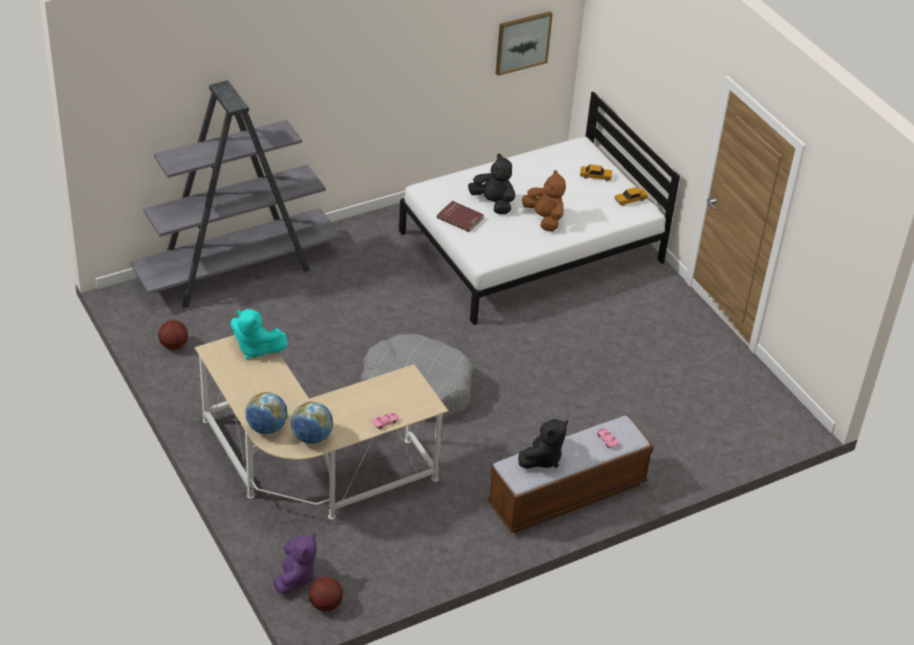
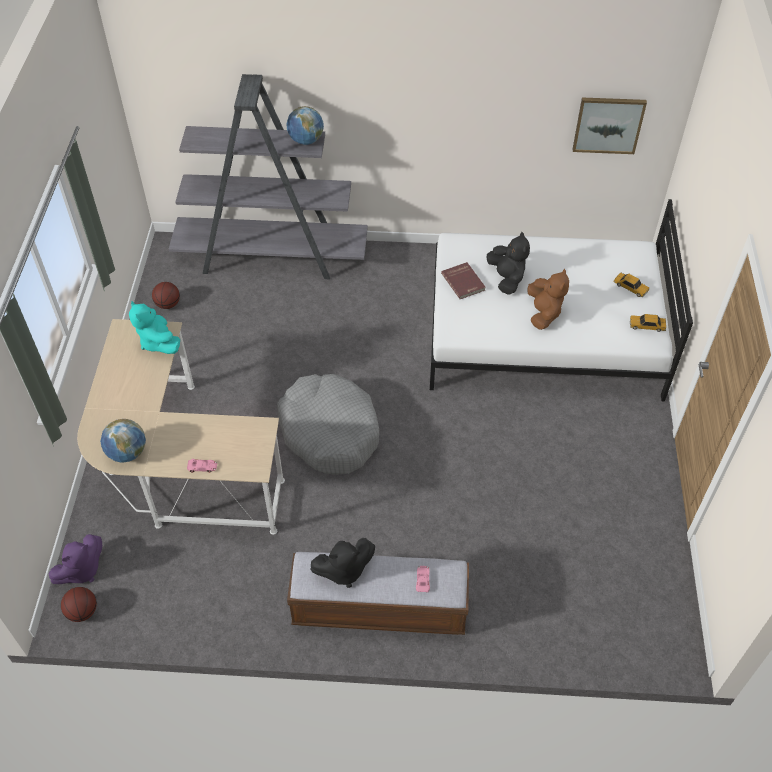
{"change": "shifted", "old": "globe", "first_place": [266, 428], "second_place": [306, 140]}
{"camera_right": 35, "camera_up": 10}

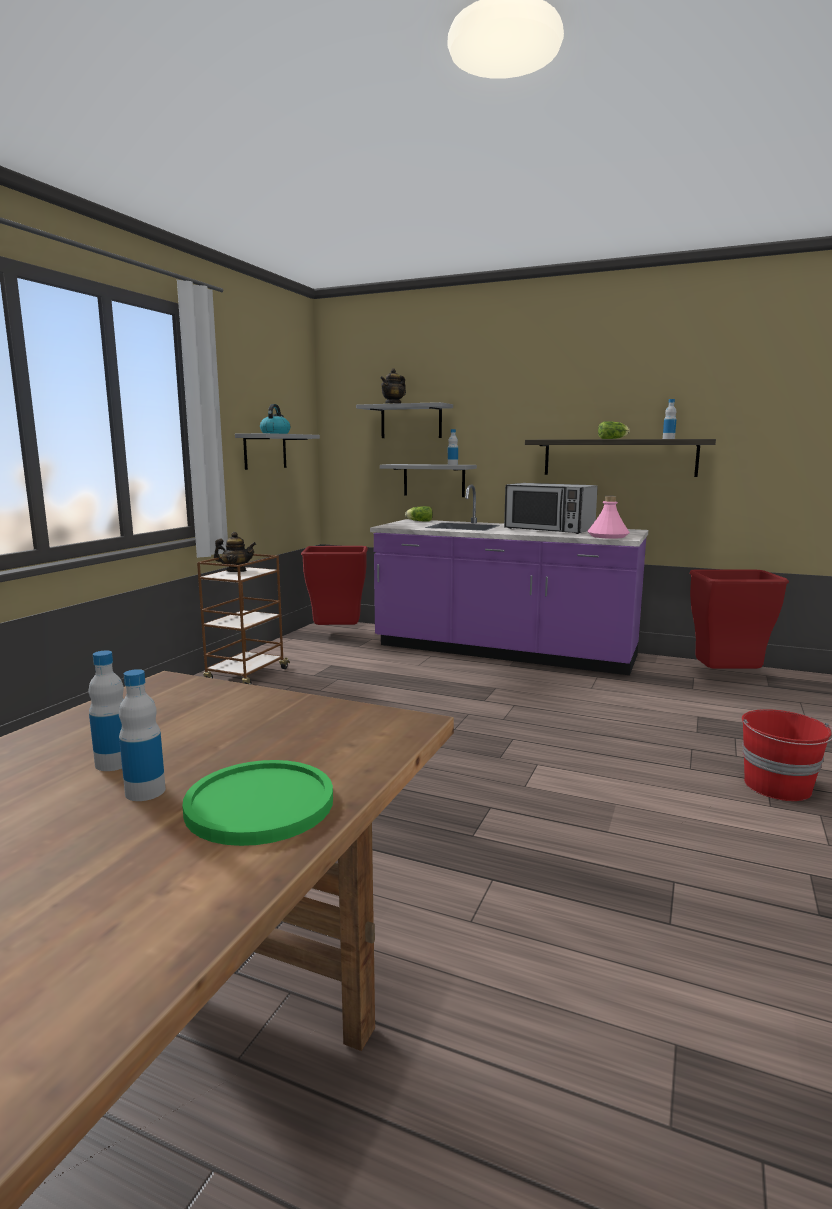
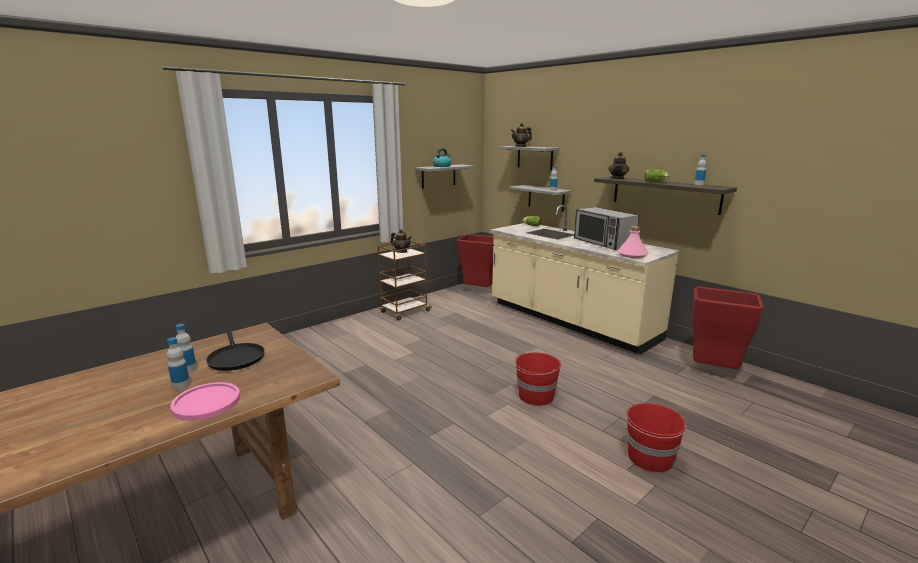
{"change": "new", "new": "poêle (noir)", "second_place": [236, 358]}
{"change": "new", "new": "seau (rouge)", "second_place": [535, 396]}
{"change": "new", "new": "théière", "second_place": [618, 178]}
{"change": "repainted", "old": "assiette (vert)", "new": "assiette (rose)", "first_place": [260, 804], "second_place": [206, 402]}
{"change": "repainted", "old": "comptoir de cuisine (violet)", "new": "comptoir de cuisine (beige)", "first_place": [503, 652], "second_place": [570, 321]}
{"camera_right": 25, "camera_up": 5}

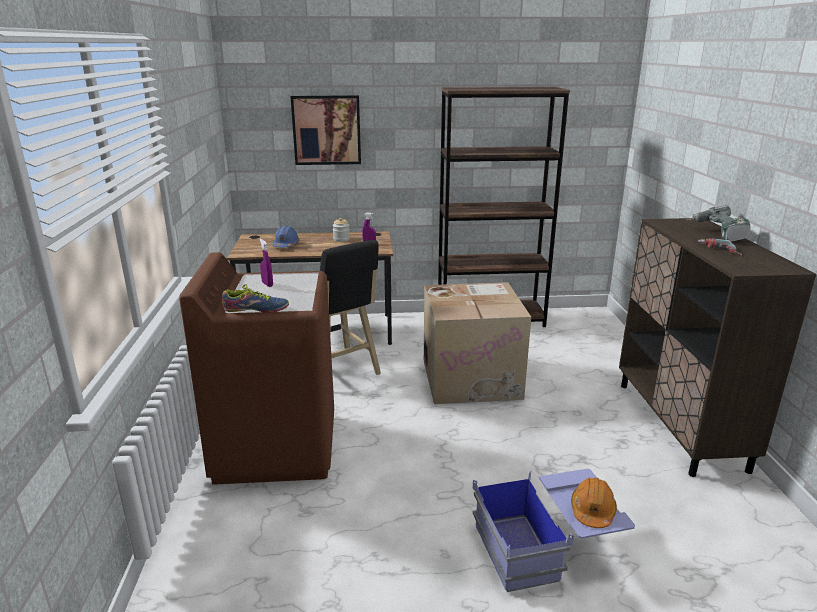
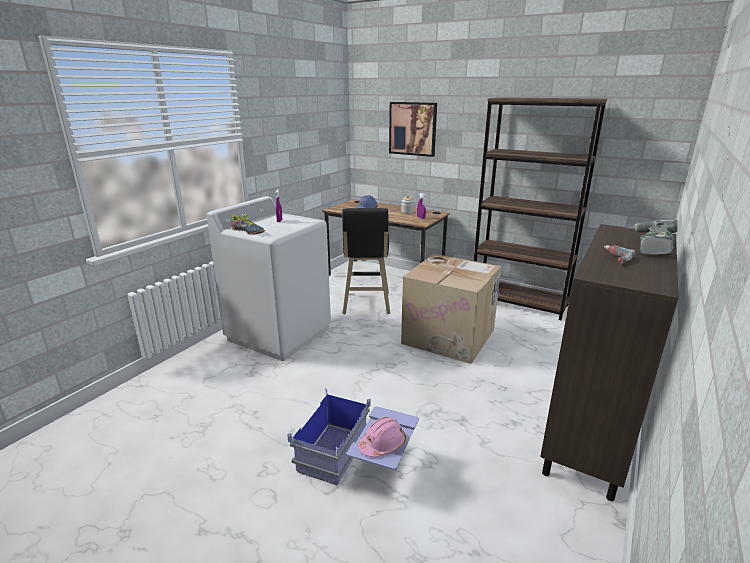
{"change": "repainted", "old": "lave-linge (marron)", "new": "lave-linge (blanc)", "first_place": [276, 446], "second_place": [279, 333]}
{"change": "repainted", "old": "casque de chantier (orange)", "new": "casque de chantier (rose)", "first_place": [592, 511], "second_place": [382, 444]}
{"camera_right": 35, "camera_up": 0}

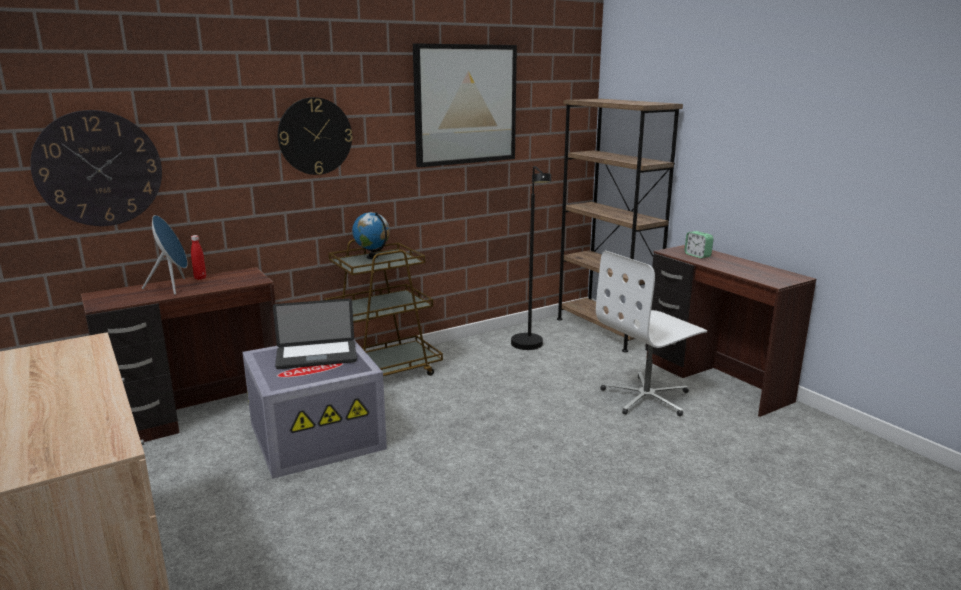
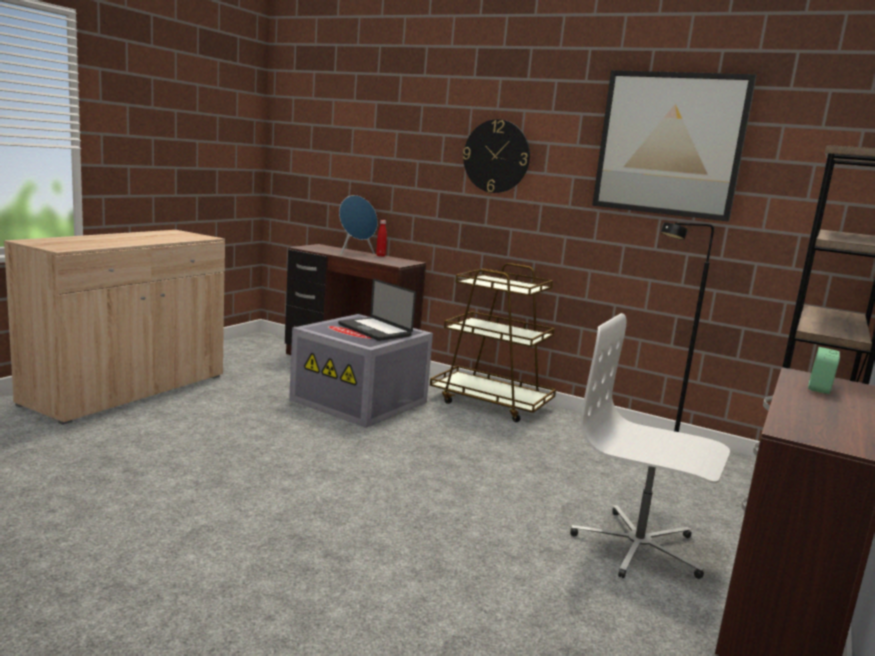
{"change": "gone", "old": "horloge murale", "first_place": [99, 169]}
{"change": "gone", "old": "globe", "first_place": [372, 257]}
{"camera_right": 60, "camera_up": -5}

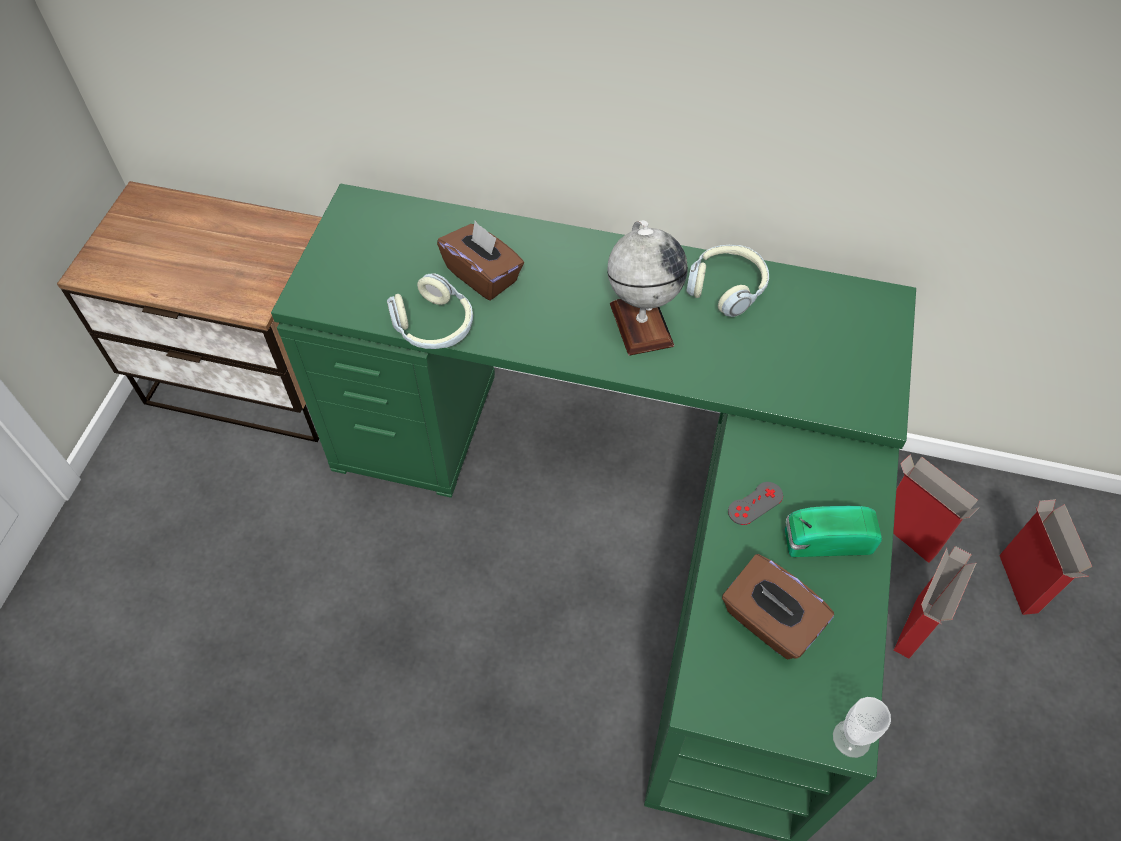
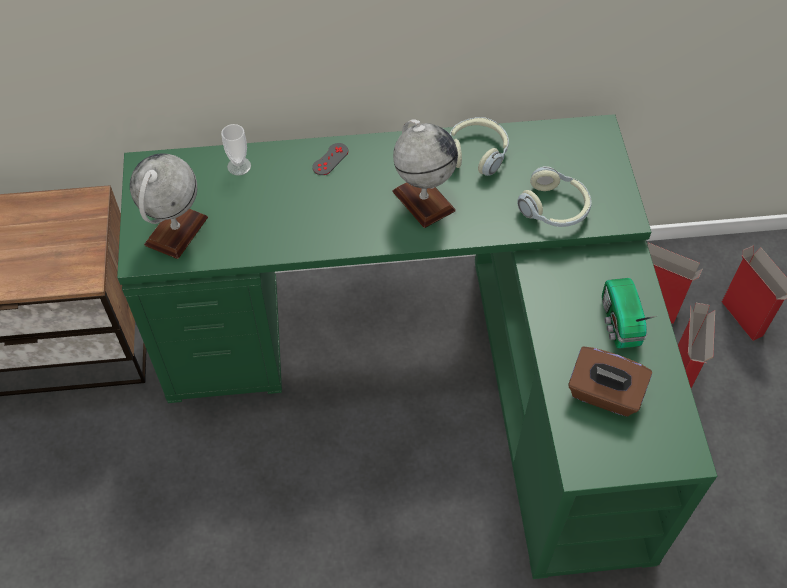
{"change": "gone", "old": "boîte à mouchoirs (marron)", "first_place": [483, 275]}
{"change": "new", "new": "globe", "second_place": [176, 231]}
{"change": "shifted", "old": "casque audio", "first_place": [434, 326], "second_place": [554, 208]}
{"change": "shifted", "old": "manette (gris)", "first_place": [755, 503], "second_place": [330, 159]}
{"change": "shifted", "old": "tasse", "first_place": [851, 738], "second_place": [239, 166]}
{"change": "rotated", "old": "radio", "first_place": [824, 540], "second_place": [619, 323], "degrees": -75}
{"camera_right": -20, "camera_up": 0}

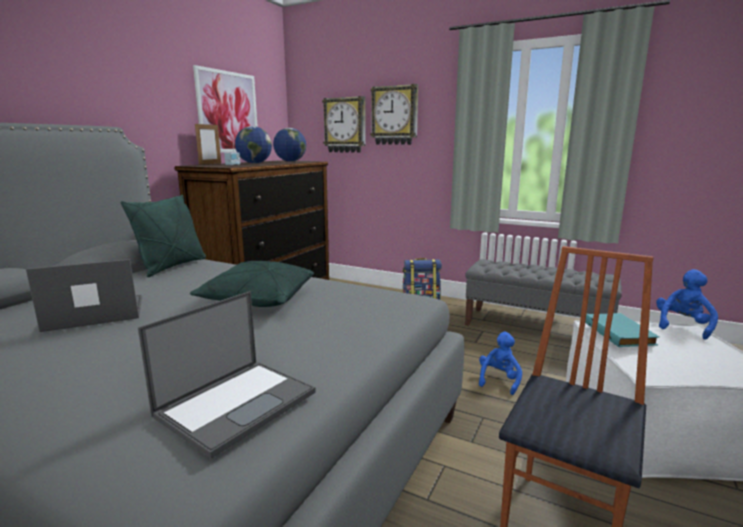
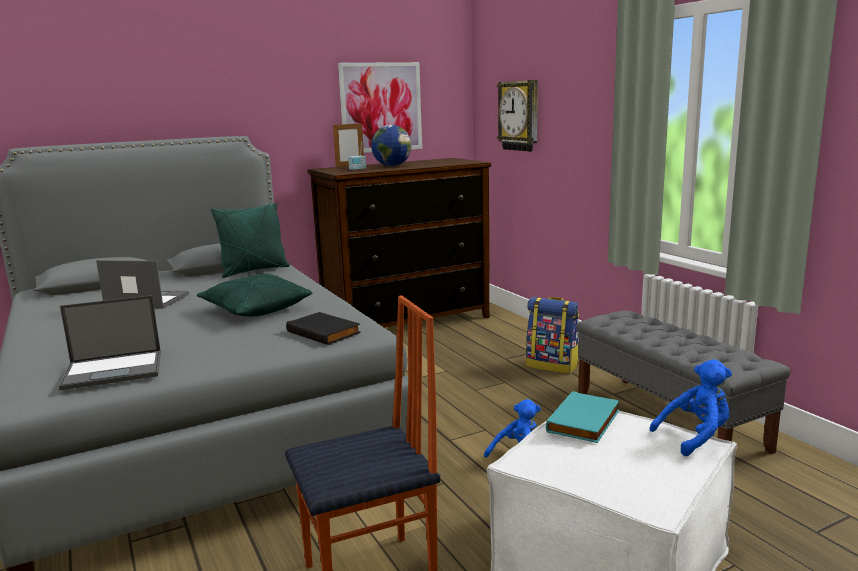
{"change": "gone", "old": "globe", "first_place": [290, 161]}
{"change": "gone", "old": "horloge murale", "first_place": [395, 115]}
{"change": "new", "new": "livre (noir)", "second_place": [325, 332]}
{"camera_right": 35, "camera_up": 0}

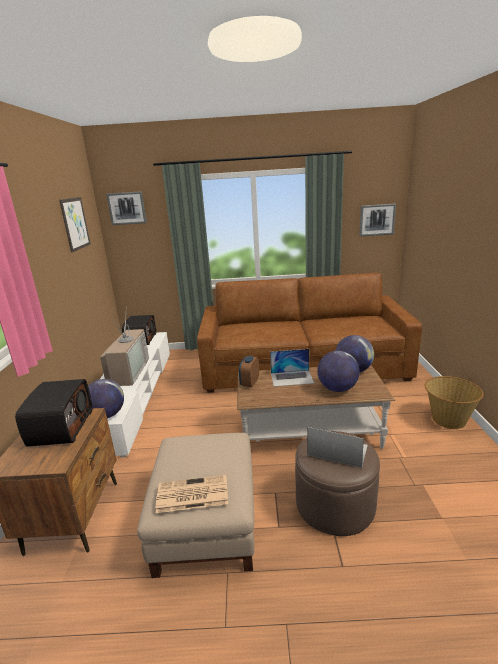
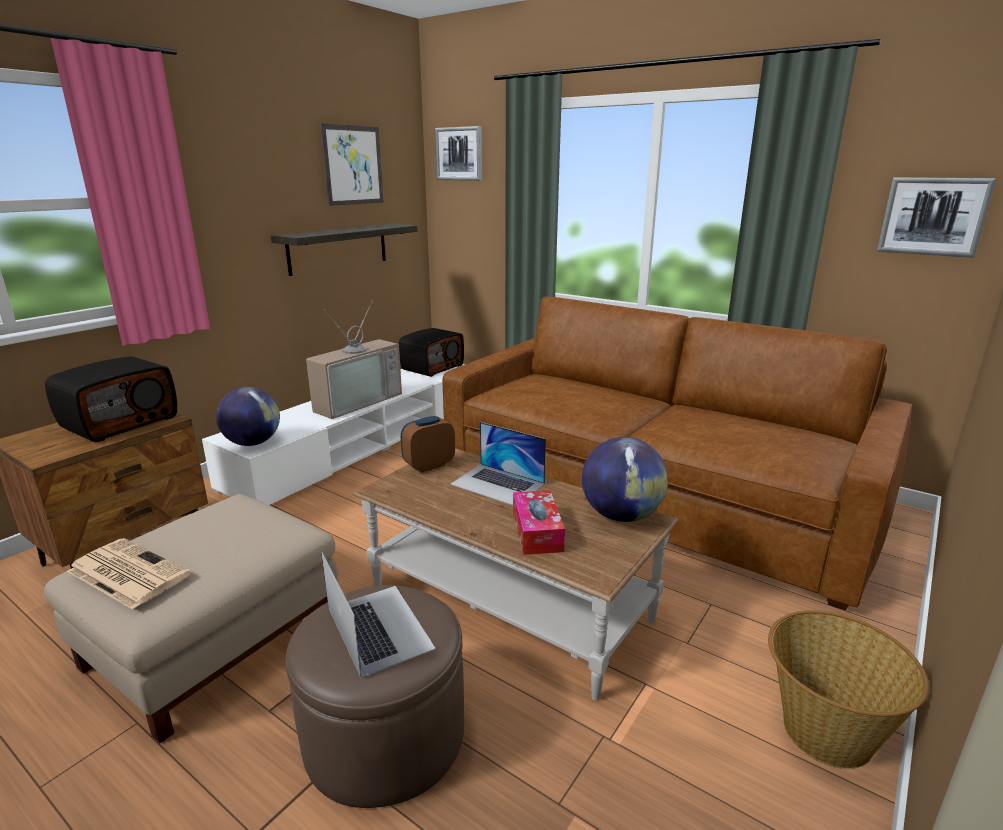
{"change": "new", "new": "étagère", "second_place": [338, 248]}
{"change": "swapped", "old": "globe", "new": "boîte à mouchoirs", "first_place": [337, 389], "second_place": [537, 532]}
{"camera_right": 35, "camera_up": 0}

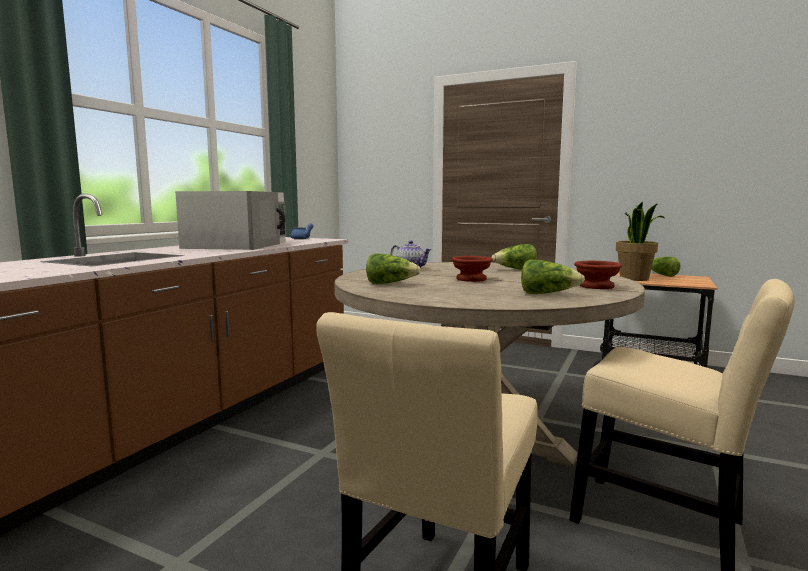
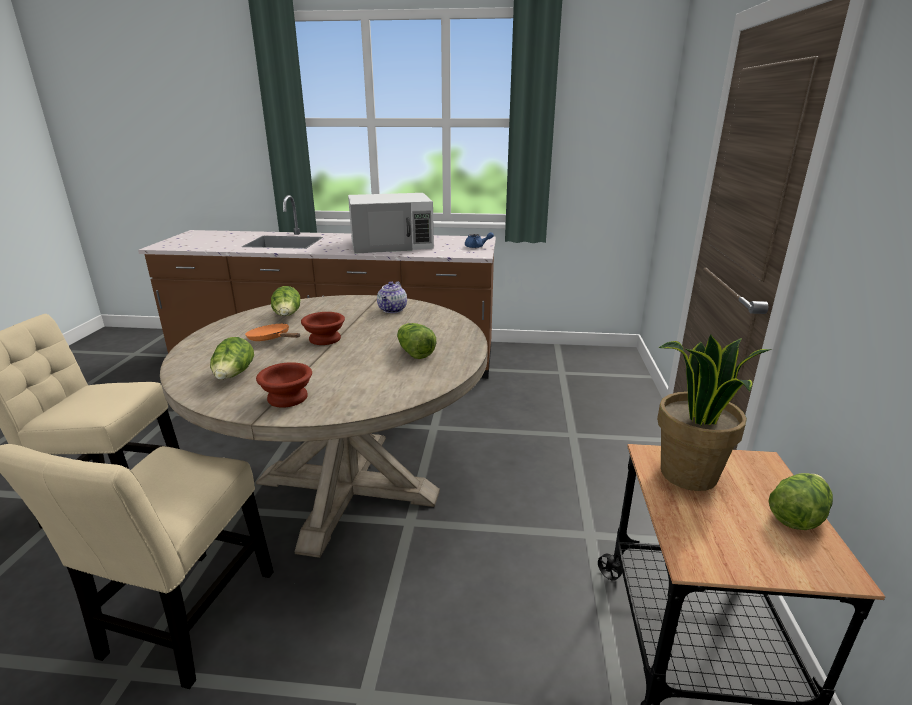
{"change": "new", "new": "poêle (orange)", "second_place": [272, 339]}
{"camera_right": 70, "camera_up": 15}

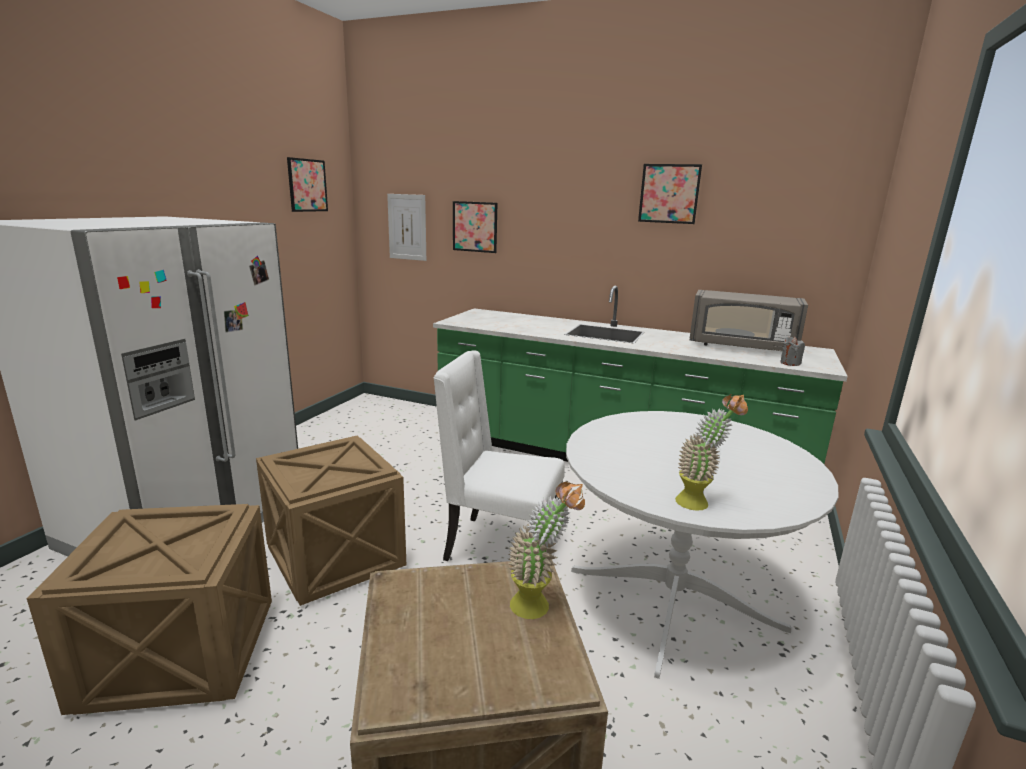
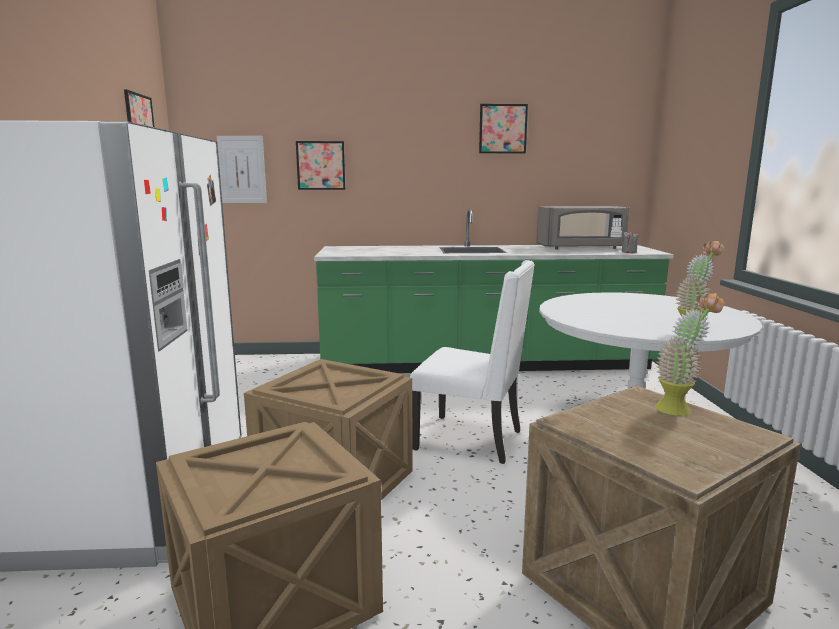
{"change": "rotated", "old": "chaise (blanc)", "first_place": [499, 547], "second_place": [471, 440], "degrees": -150}
{"camera_right": -25, "camera_up": -5}

